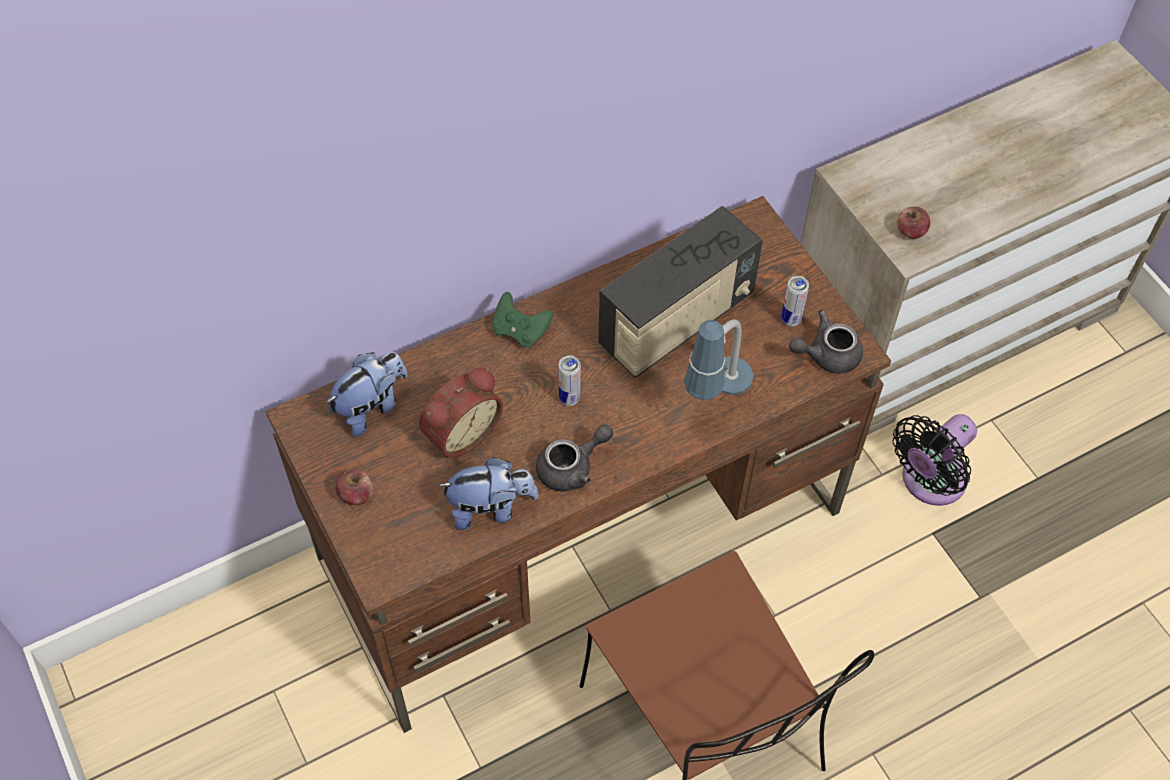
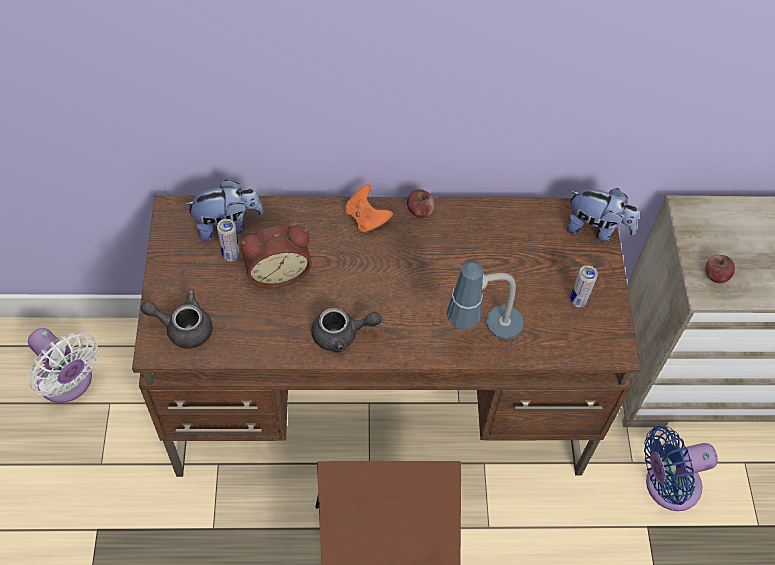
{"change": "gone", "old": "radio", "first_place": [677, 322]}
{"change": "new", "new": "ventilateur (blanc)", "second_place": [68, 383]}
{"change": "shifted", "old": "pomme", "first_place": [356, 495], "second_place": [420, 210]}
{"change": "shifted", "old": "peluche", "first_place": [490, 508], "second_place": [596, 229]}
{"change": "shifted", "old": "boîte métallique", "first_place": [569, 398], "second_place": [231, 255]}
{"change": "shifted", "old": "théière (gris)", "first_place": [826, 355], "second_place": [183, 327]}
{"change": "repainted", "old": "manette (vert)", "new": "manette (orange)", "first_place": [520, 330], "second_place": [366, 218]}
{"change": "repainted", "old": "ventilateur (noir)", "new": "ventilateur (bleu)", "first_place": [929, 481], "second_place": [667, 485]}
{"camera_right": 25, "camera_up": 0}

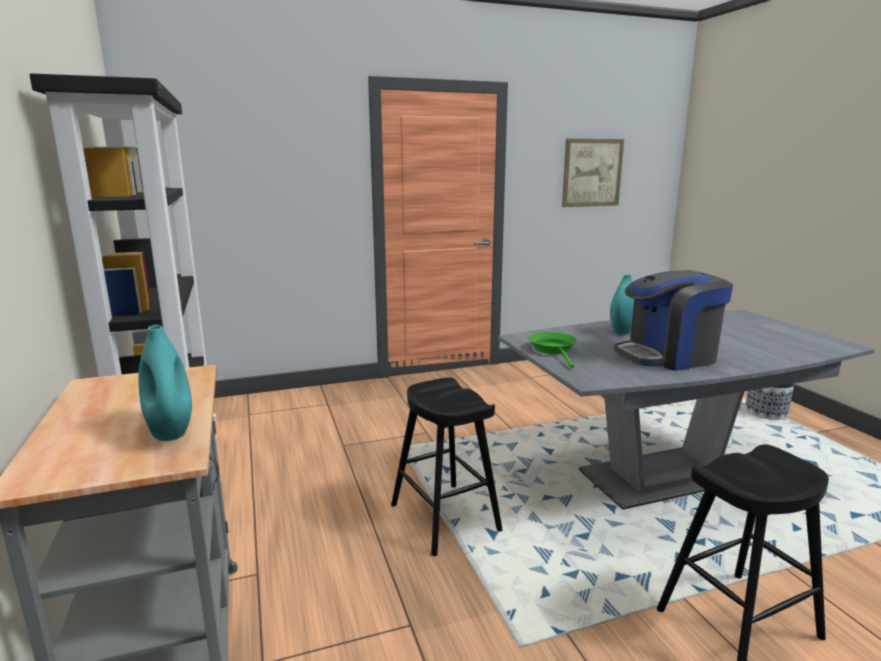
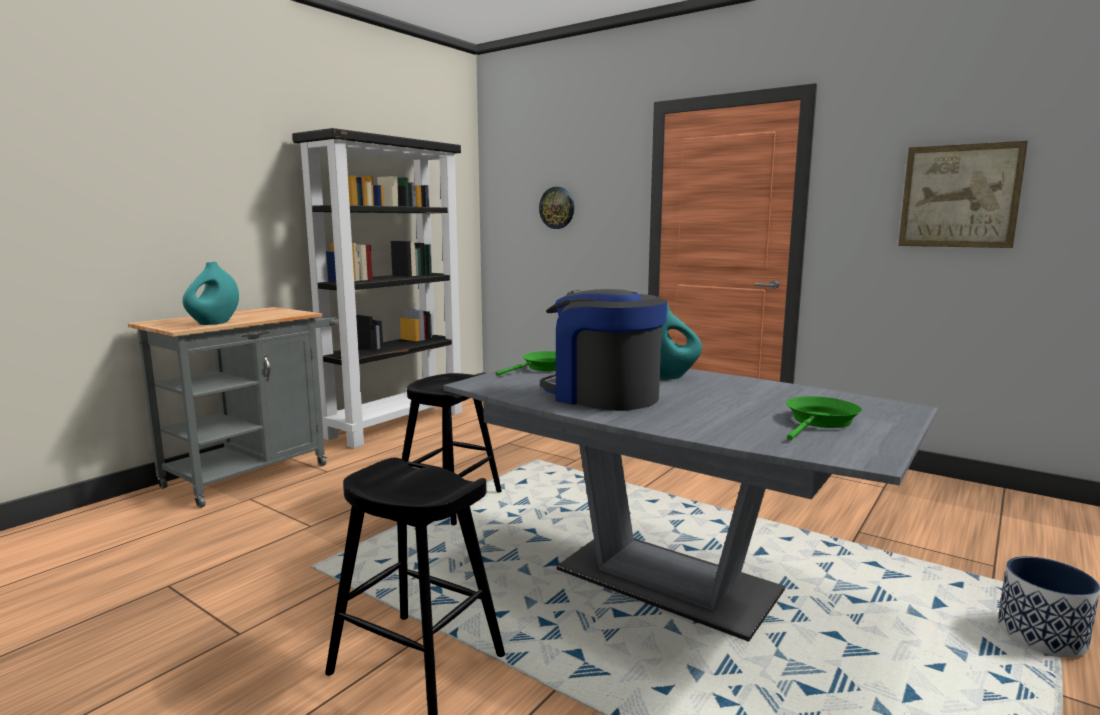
{"change": "new", "new": "horloge murale", "second_place": [557, 208]}
{"change": "new", "new": "poêle (vert)", "second_place": [820, 422]}
{"camera_right": 55, "camera_up": -5}

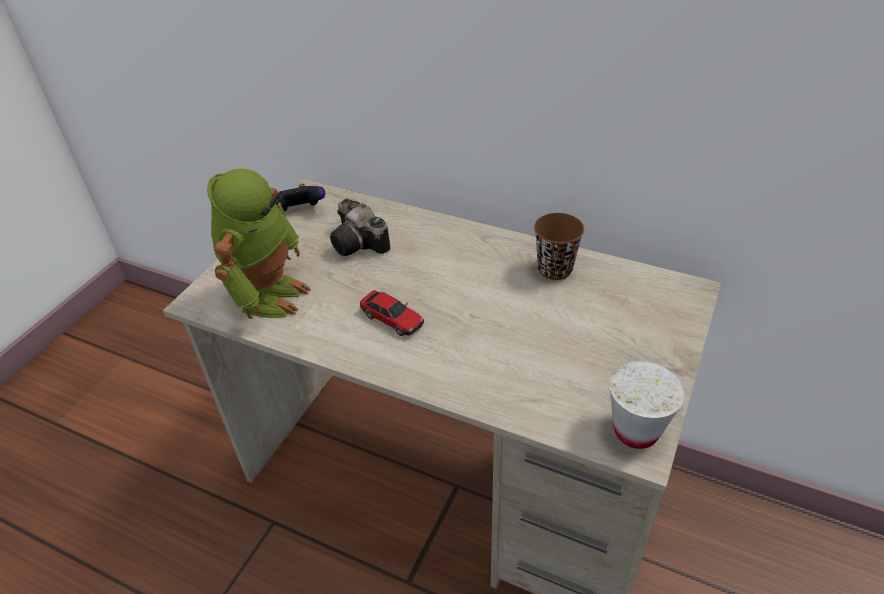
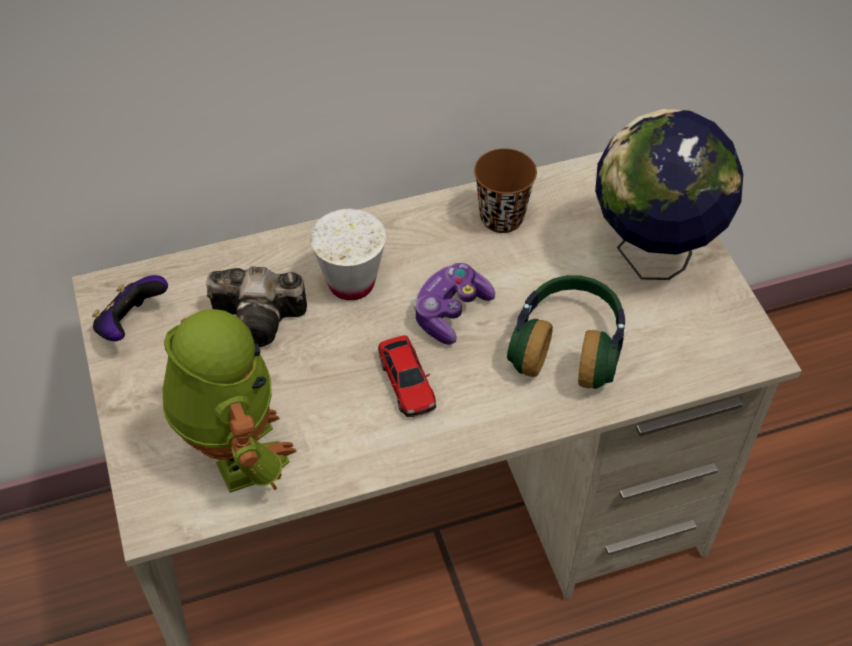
{"change": "new", "new": "manette", "second_place": [450, 312]}
{"change": "new", "new": "casque audio", "second_place": [568, 345]}
{"change": "new", "new": "globe", "second_place": [651, 256]}
{"change": "shifted", "old": "tasse (blanc)", "first_place": [636, 431], "second_place": [351, 283]}
{"change": "rotated", "old": "petite voiture", "first_place": [392, 318], "second_place": [407, 382], "degrees": 75}
{"camera_right": -45, "camera_up": 10}

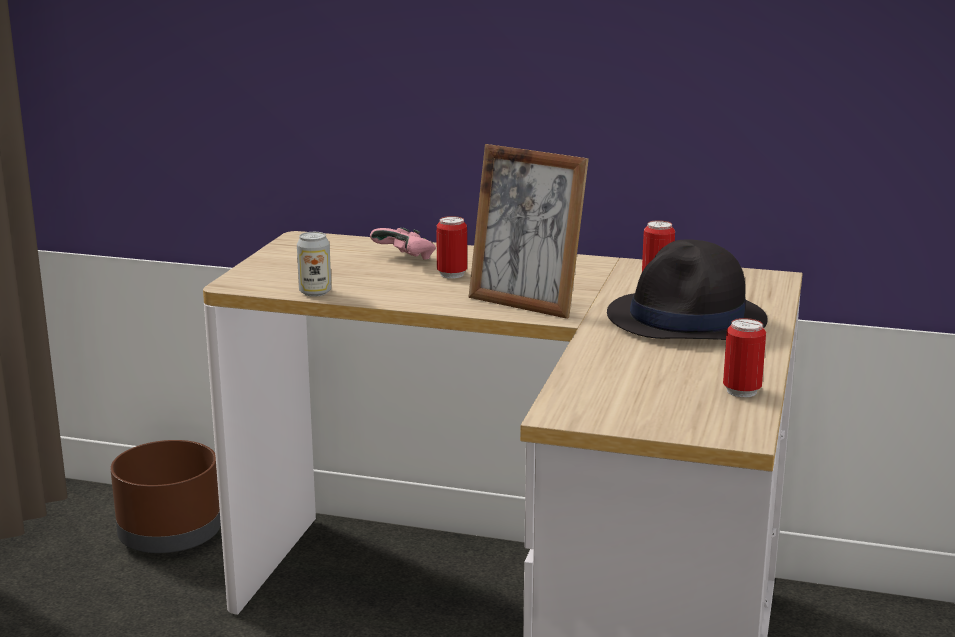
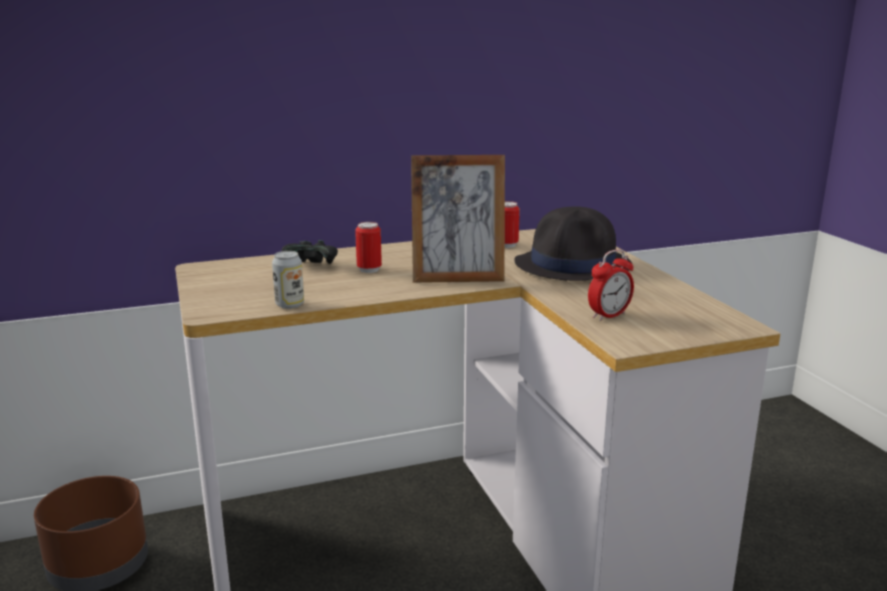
{"change": "gone", "old": "boîte métallique", "first_place": [741, 391]}
{"change": "new", "new": "réveil", "second_place": [609, 315]}
{"change": "repainted", "old": "manette (rose)", "new": "manette (noir)", "first_place": [406, 258], "second_place": [313, 266]}
{"camera_right": -35, "camera_up": 0}

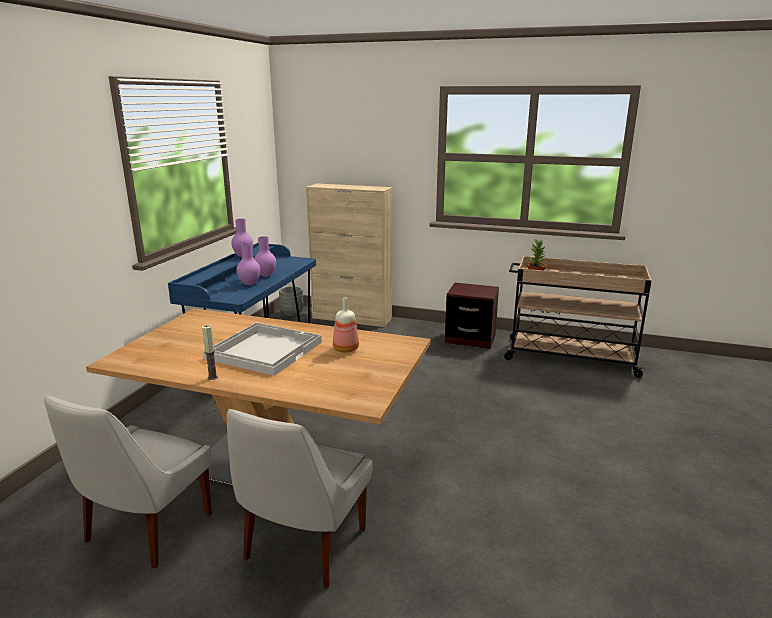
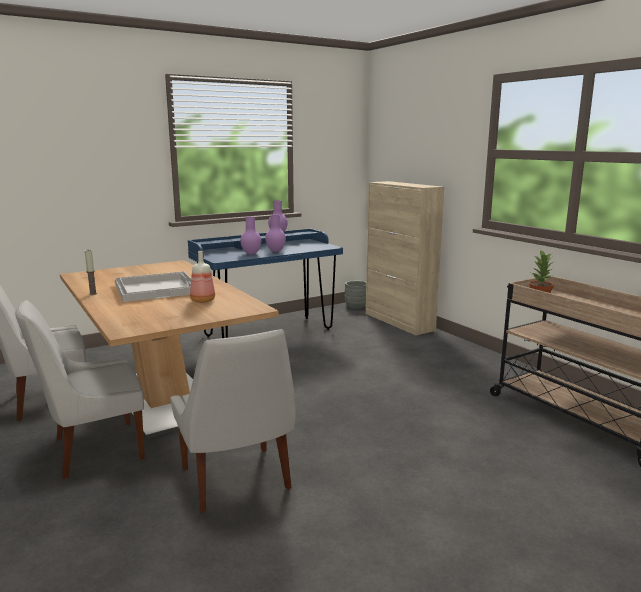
{"change": "gone", "old": "table de chevet (marron)", "first_place": [470, 339]}
{"change": "new", "new": "chaise (blanc)", "second_place": [237, 481]}
{"camera_right": 40, "camera_up": -5}

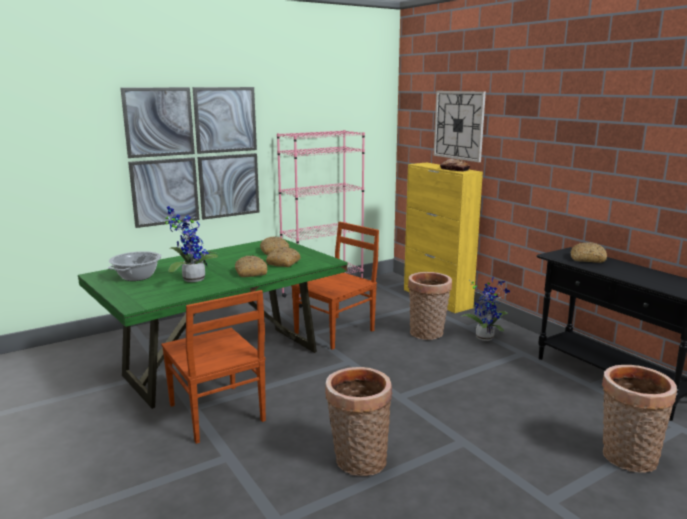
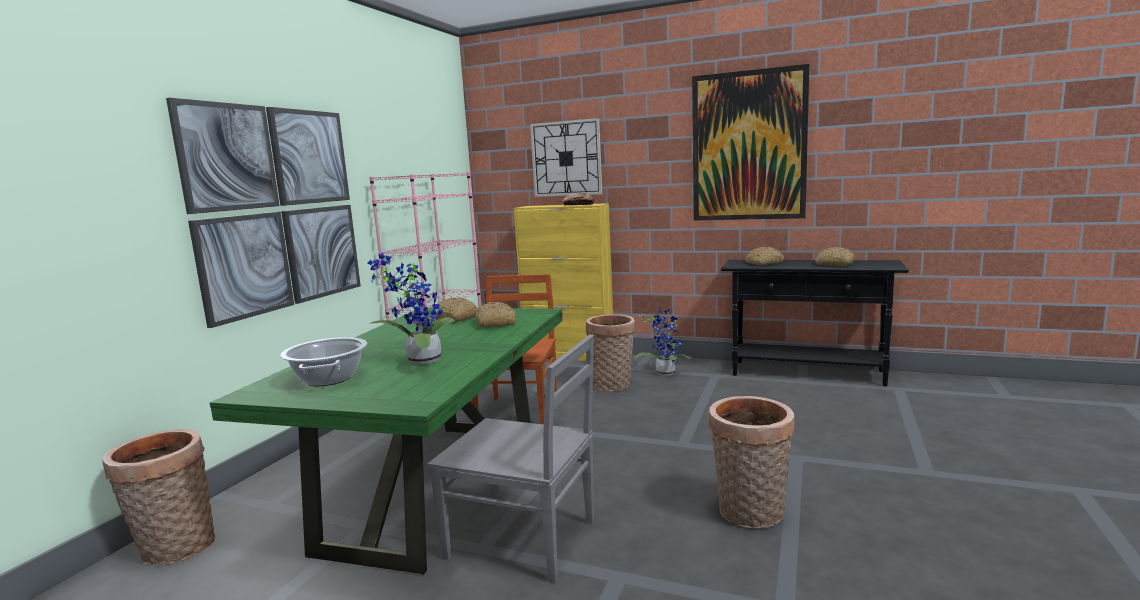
{"change": "new", "new": "tableau", "second_place": [748, 146]}
{"change": "shifted", "old": "pain", "first_place": [250, 272], "second_place": [834, 264]}
{"change": "shifted", "old": "panier", "first_place": [627, 459], "second_place": [174, 550]}
{"change": "repainted", "old": "chaise (marron)", "new": "chaise (gris)", "first_place": [217, 414], "second_place": [525, 540]}
{"camera_right": -35, "camera_up": -5}

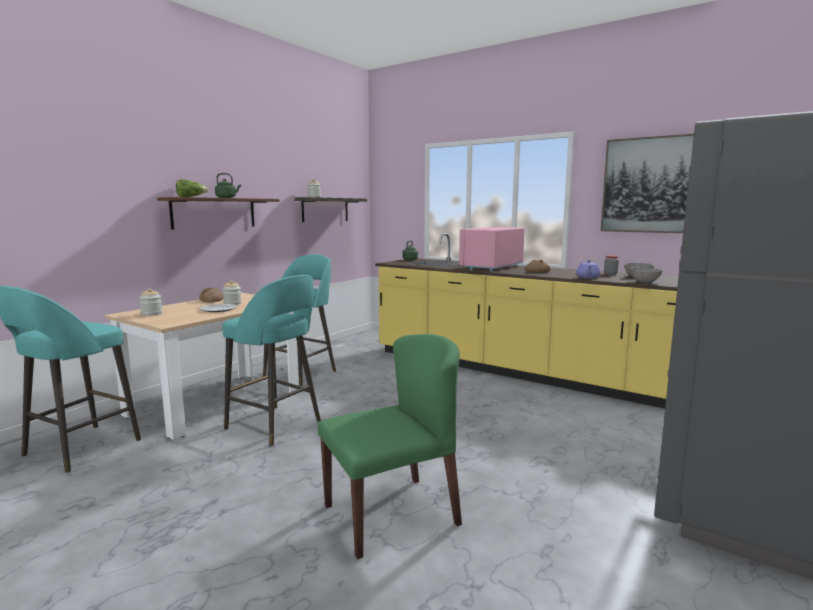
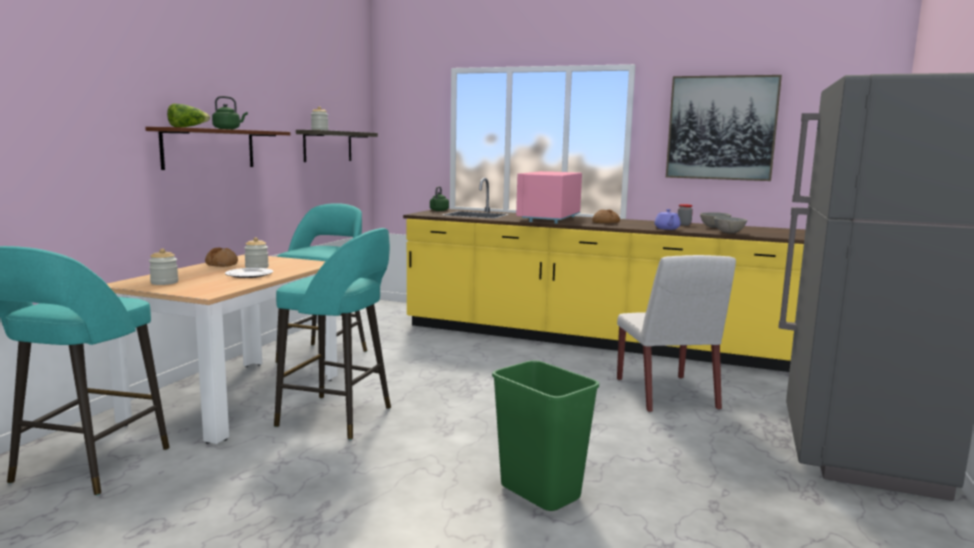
{"change": "new", "new": "chaise (blanc)", "second_place": [666, 394]}
{"change": "swapped", "old": "chaise (vert)", "new": "poubelle (vert)", "first_place": [392, 514], "second_place": [541, 492]}
{"camera_right": -15, "camera_up": 0}

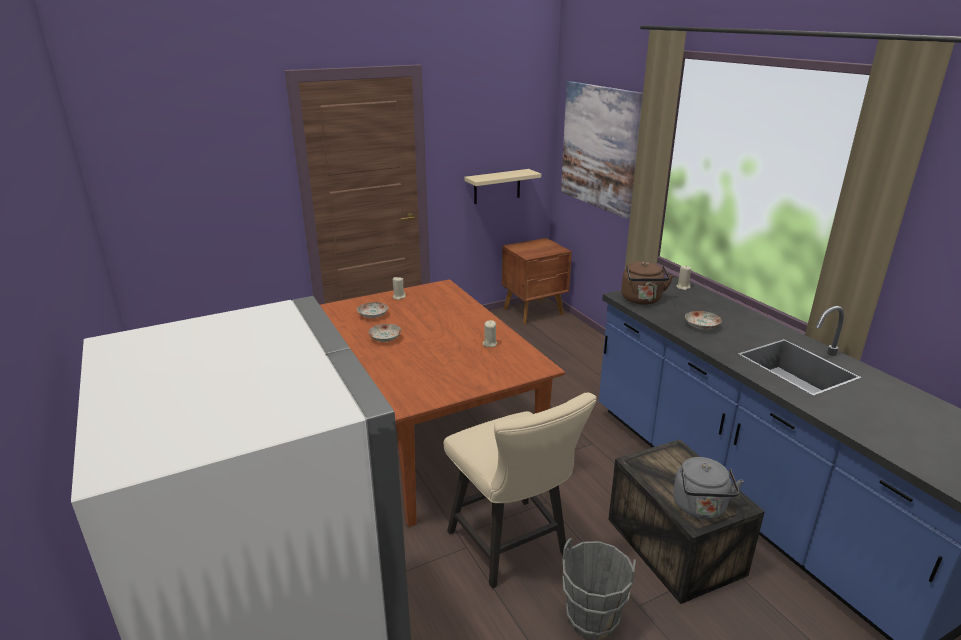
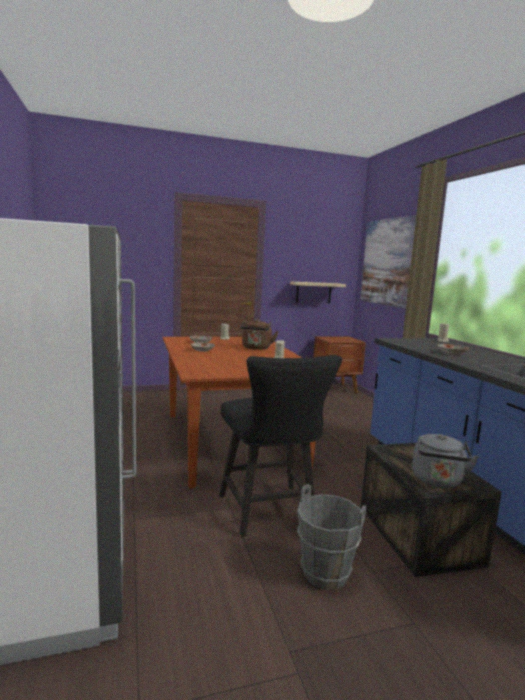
{"change": "shifted", "old": "bouilloire (marron)", "first_place": [642, 300], "second_place": [256, 348]}
{"change": "repainted", "old": "chaise (beige)", "new": "chaise (noir)", "first_place": [512, 548], "second_place": [269, 514]}
{"camera_right": 10, "camera_up": -15}

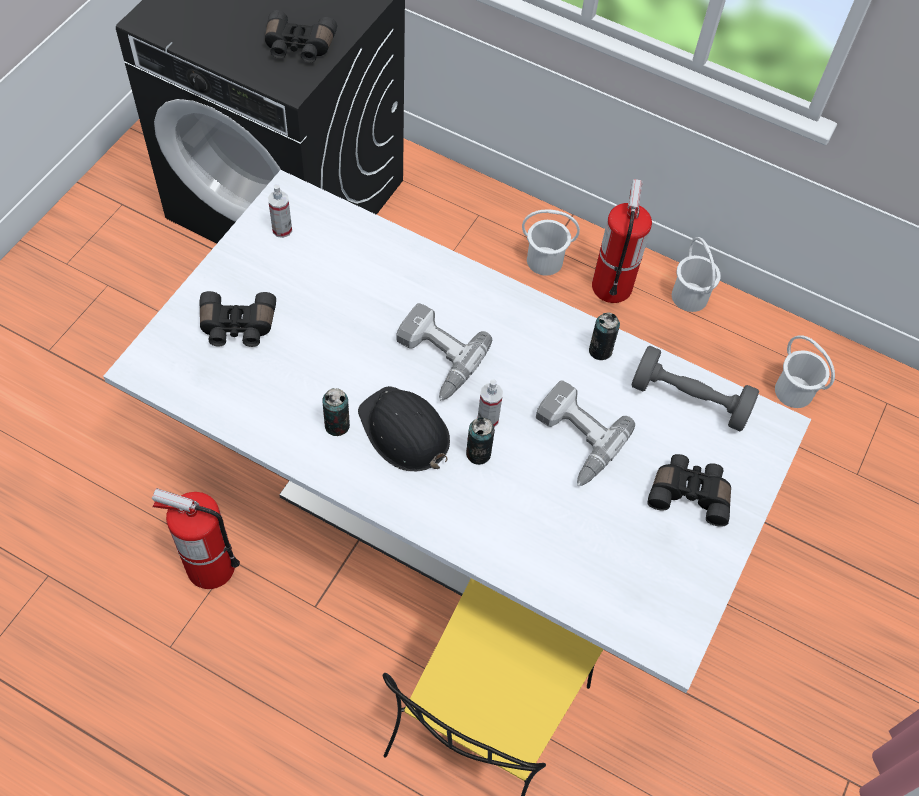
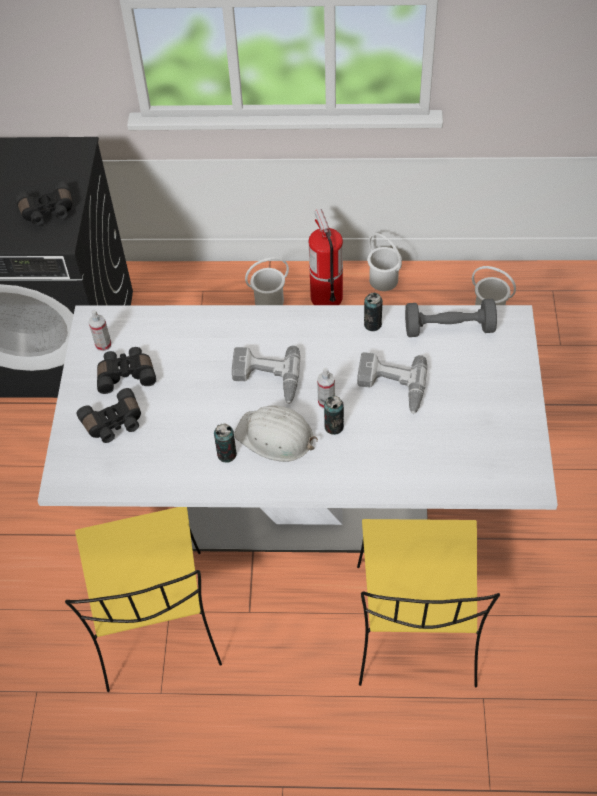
{"change": "shifted", "old": "jumelles (noir)", "first_place": [689, 493], "second_place": [126, 374]}
{"change": "swapped", "old": "extincteur", "new": "chaise (jaune)", "first_place": [210, 567], "second_place": [156, 624]}
{"change": "repainted", "old": "casque de chantier (noir)", "new": "casque de chantier (blanc)", "first_place": [404, 432], "second_place": [275, 437]}
{"camera_right": -20, "camera_up": -5}

